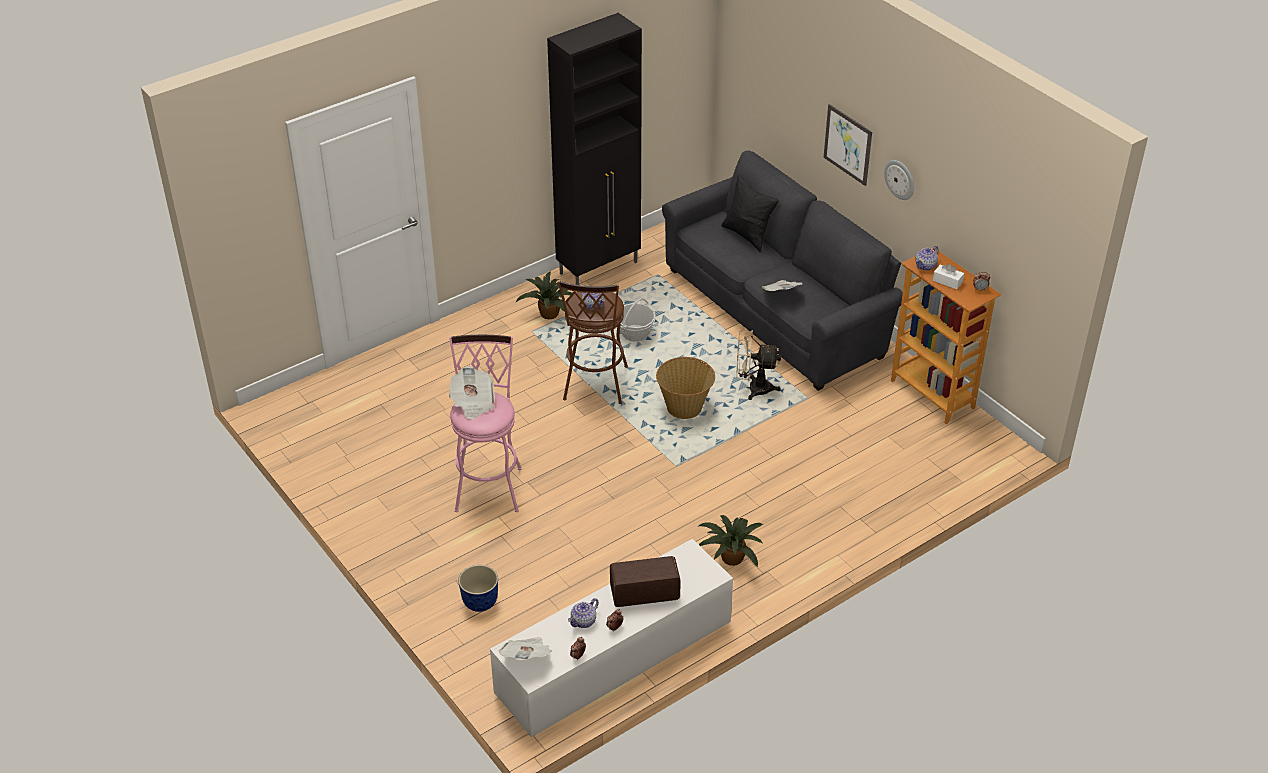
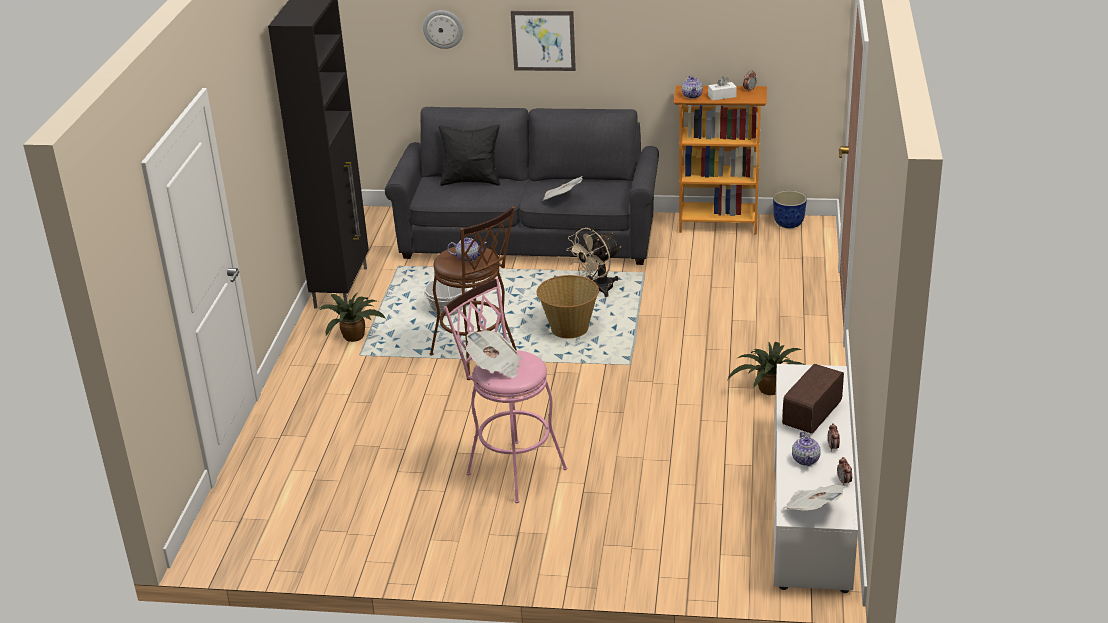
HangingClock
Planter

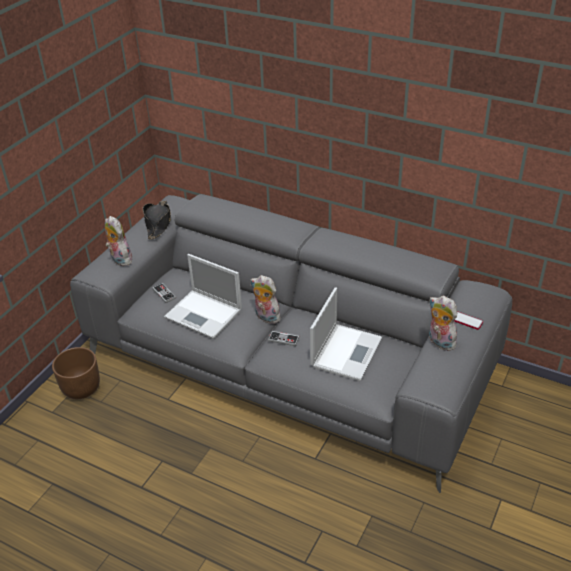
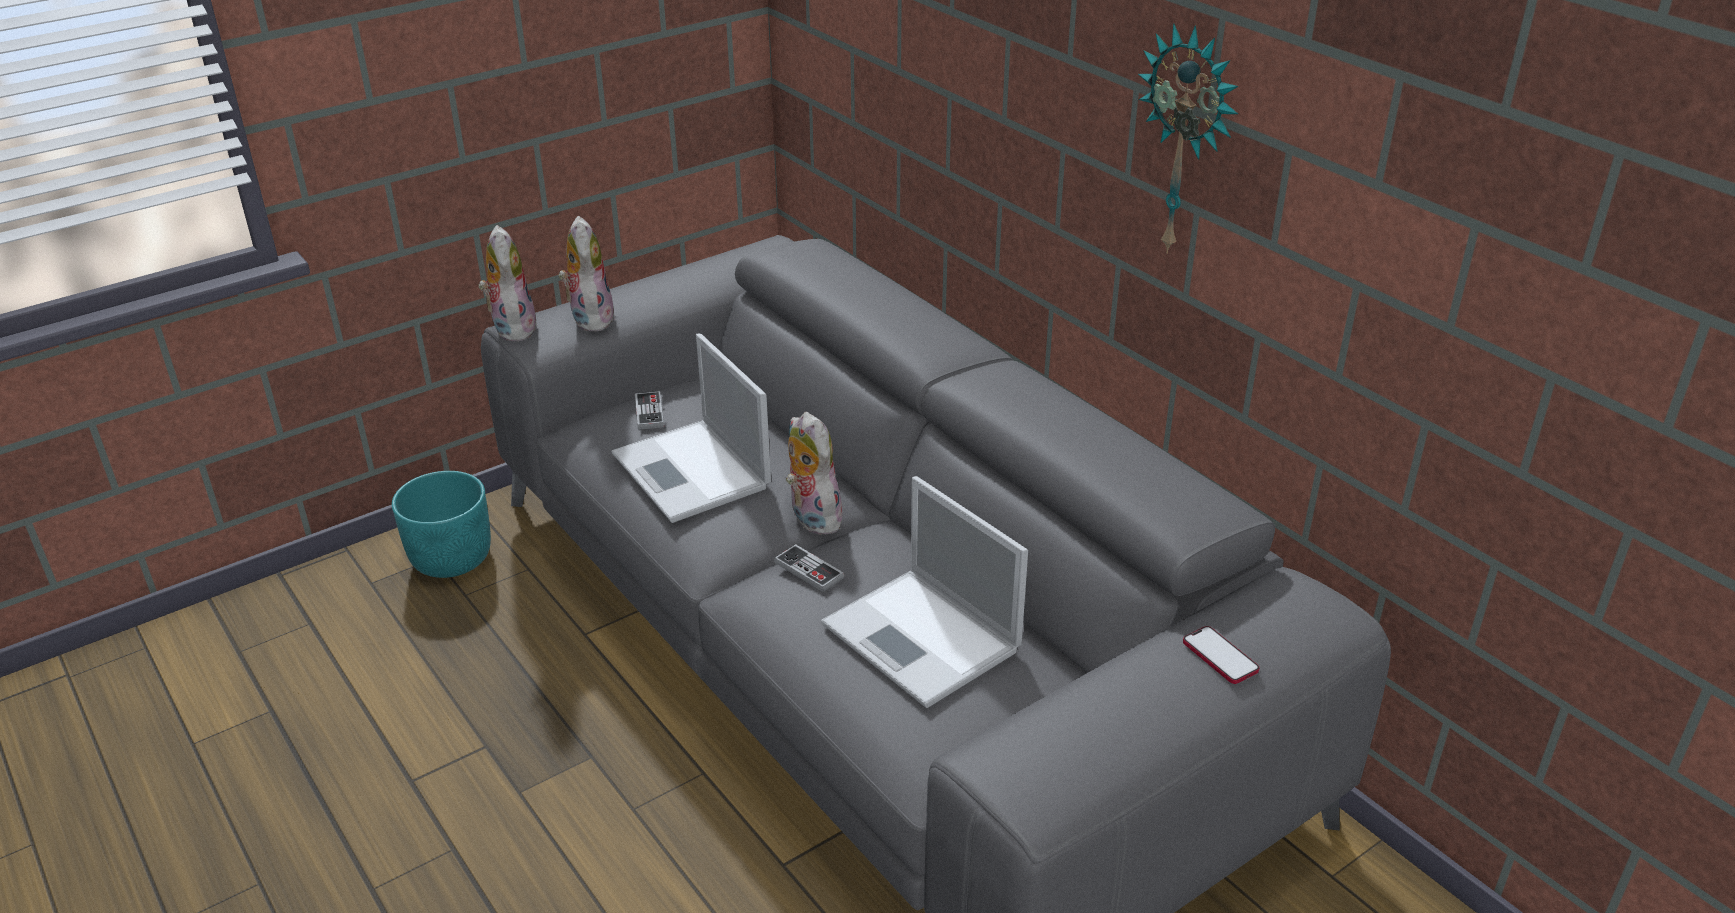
BlackHat
PortableComputer (no. 2 from left)
SoftToy (no. 1 from left)
BlueGreenPlanter
HangingClock

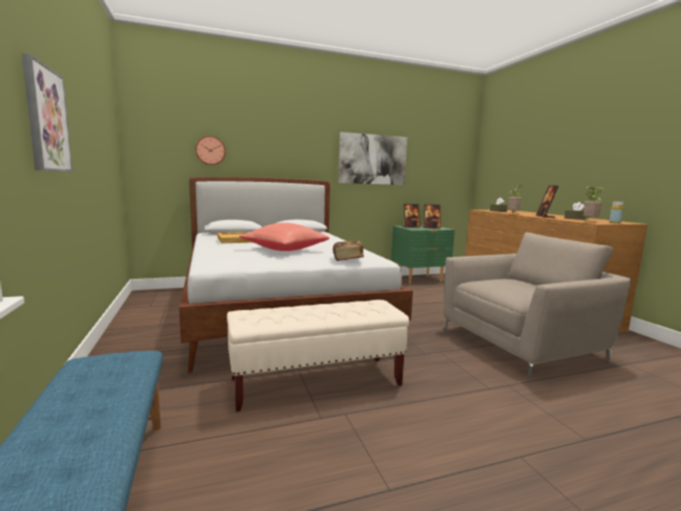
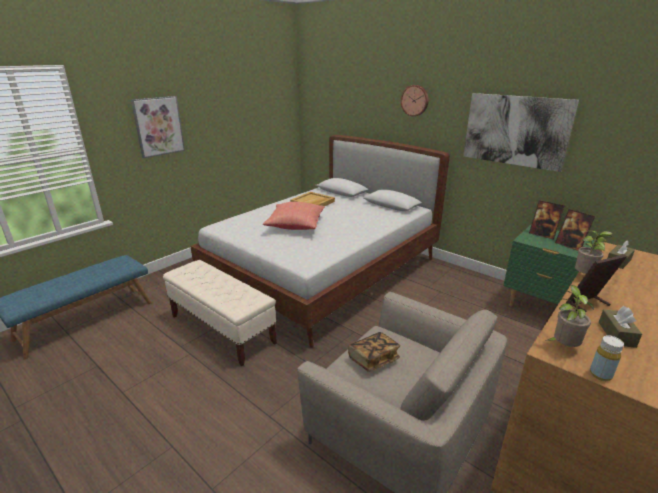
HangingClock
Book

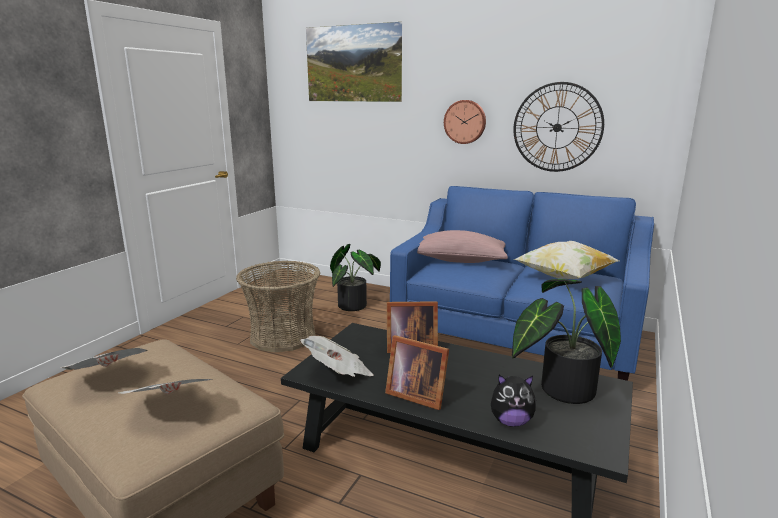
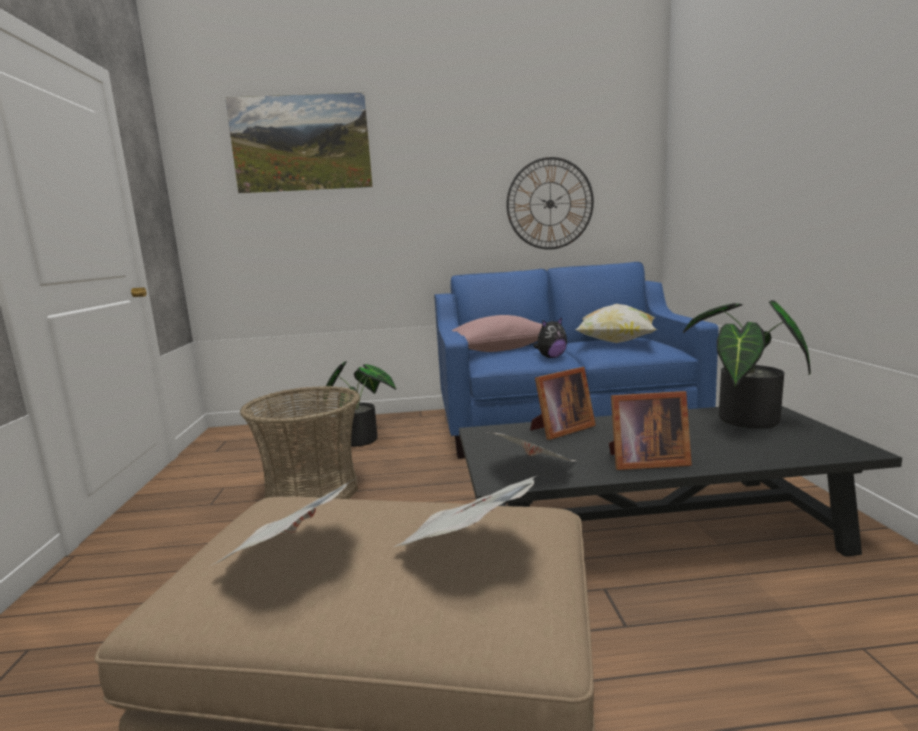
HangingClock (no. 1 from left in the first image)
SoftToy

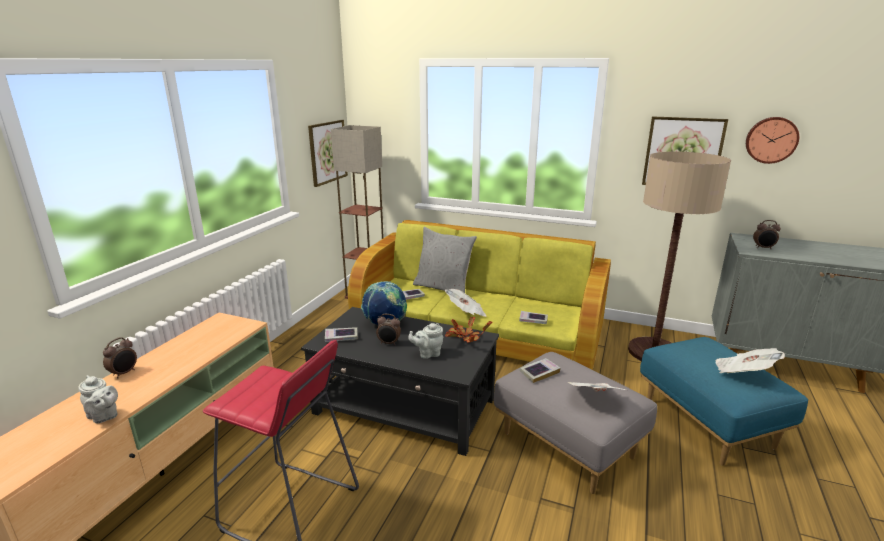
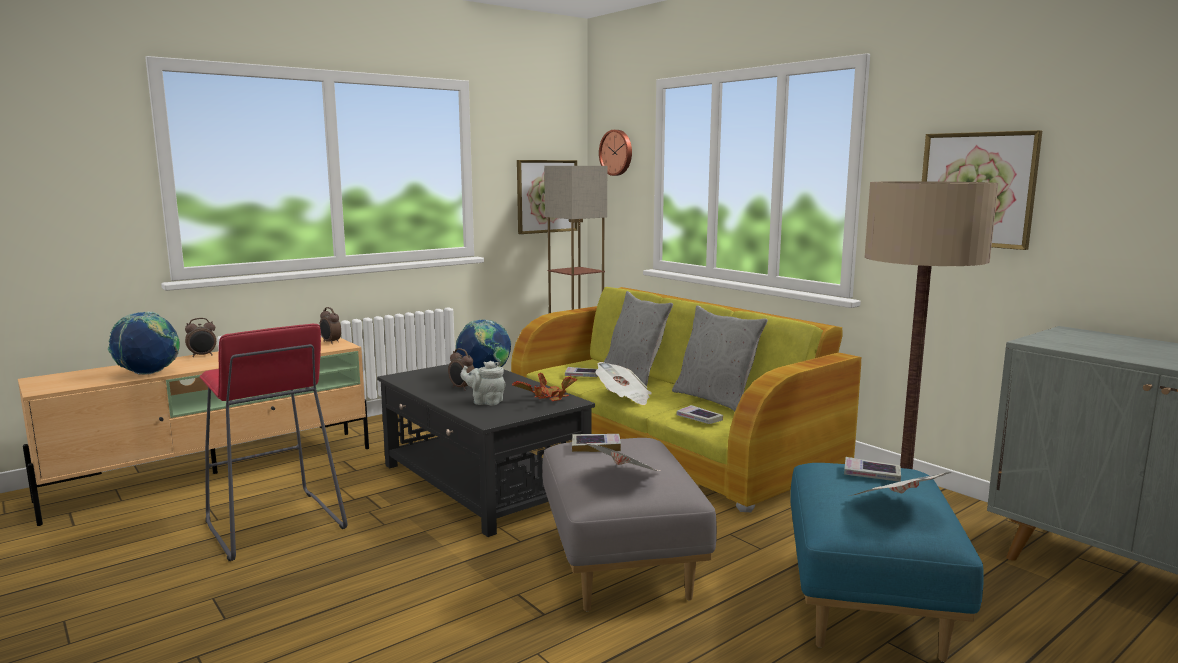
HangingClock
AlarmClock (no. 2 from left)
Book (no. 4 from left)
WorldGlobe (no. 1 from left)
GreyPillow (no. 2 from left)

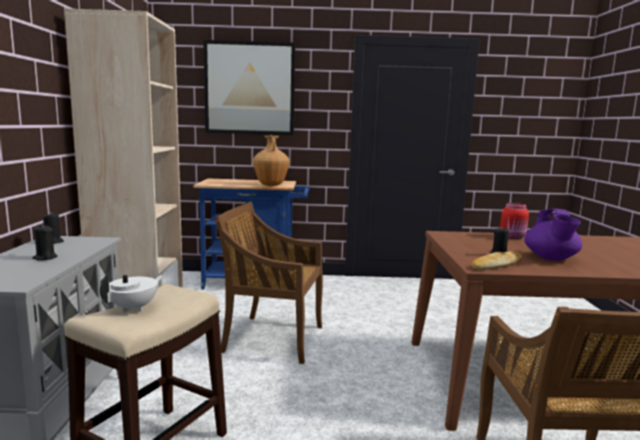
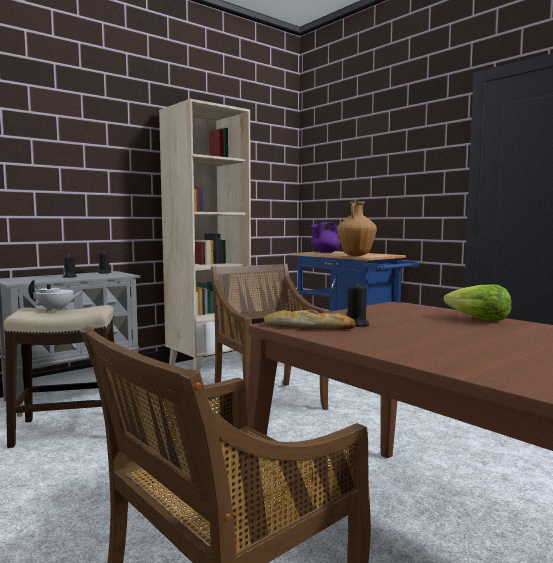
Picture
LettuceHead
PurplishTeaPot

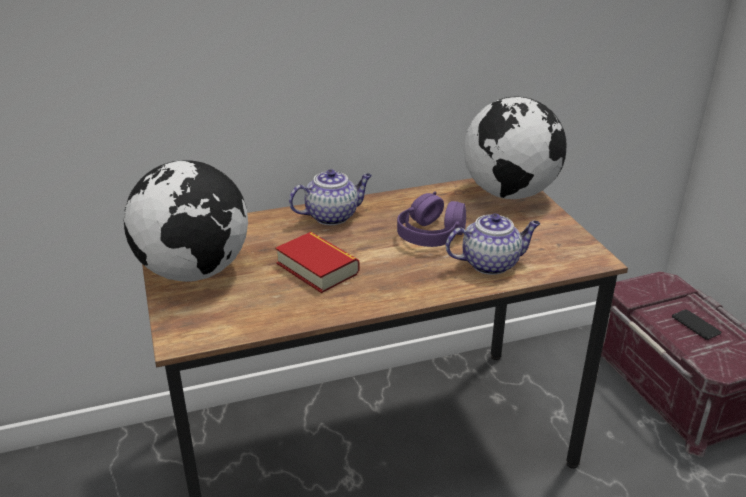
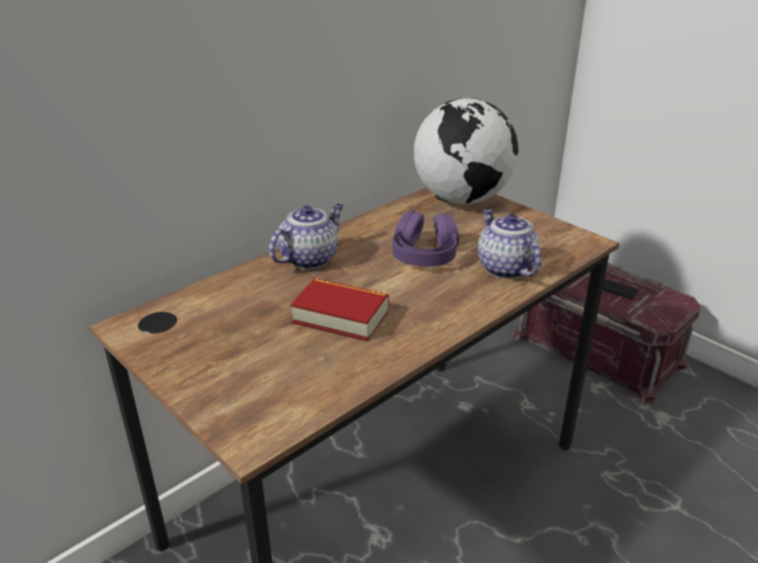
WorldGlobe (no. 1 from left in the first image)
TeaPot (no. 2 from left)

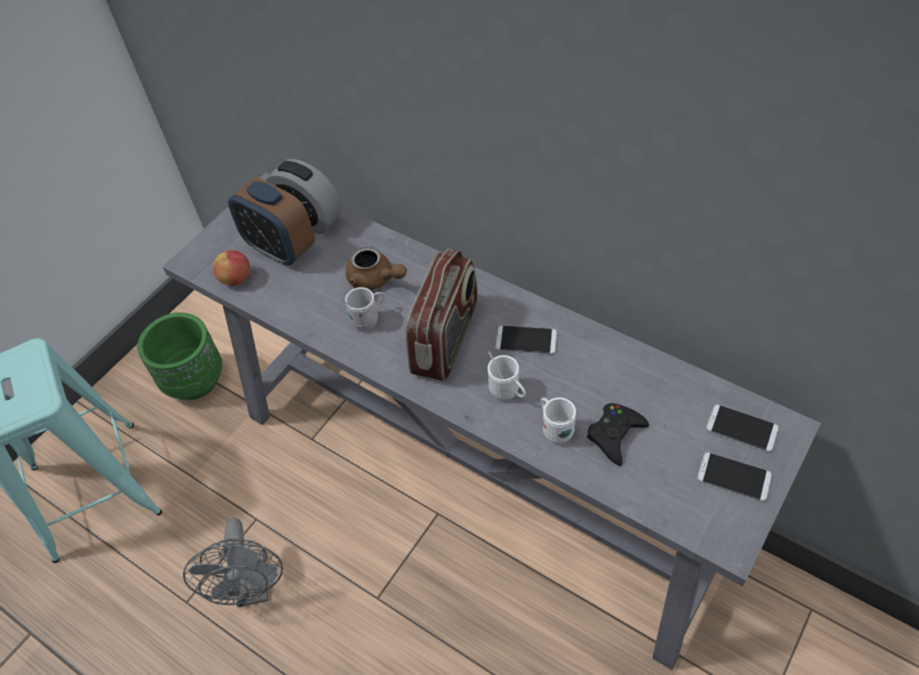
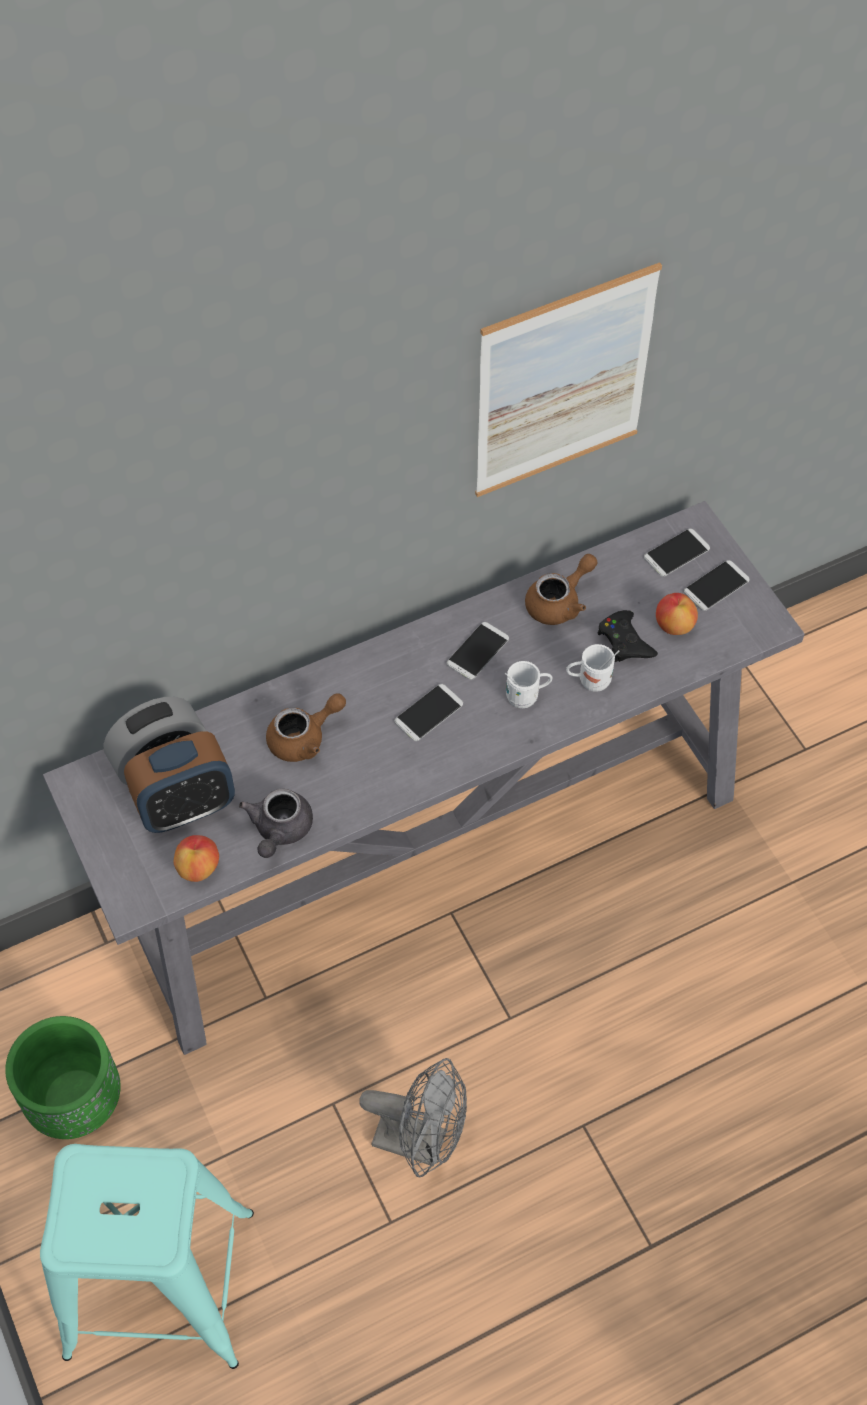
Handset (no. 1 from left)
WhiteCoffeeMug (no. 1 from left in the first image)
Picture
BrownishTeaPot (no. 2 from left)
WholeApple (no. 2 from left)
GreyTeaPot

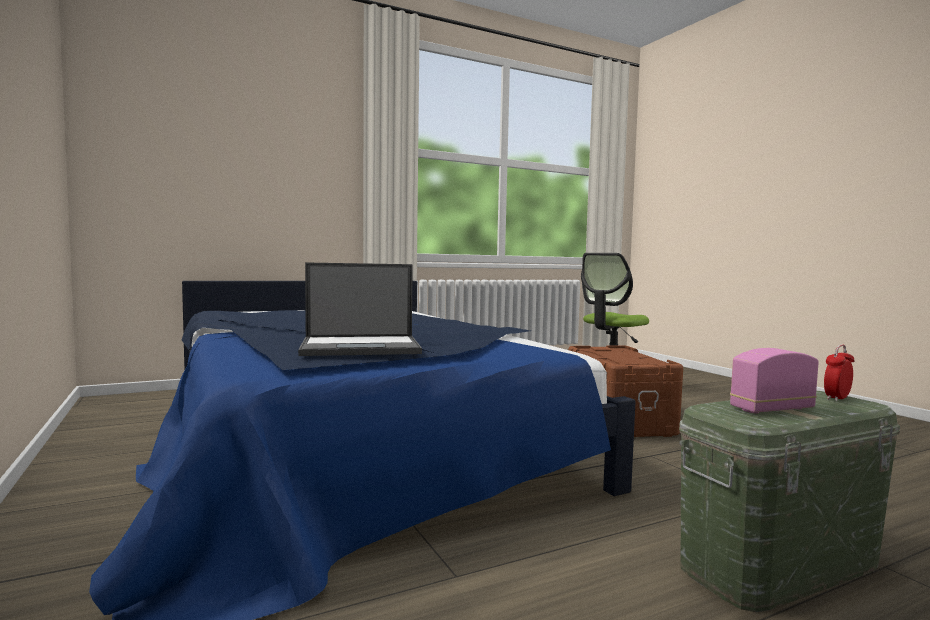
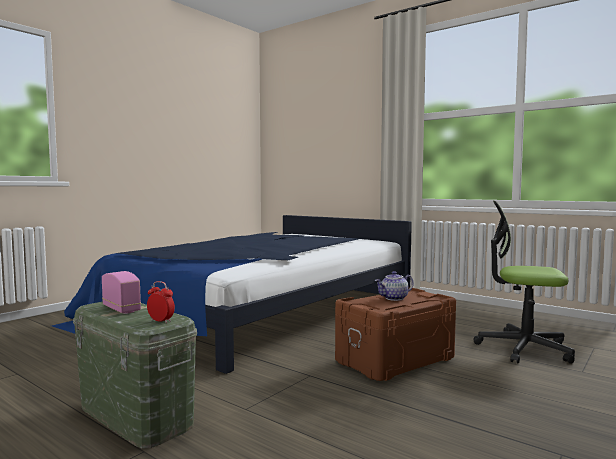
PortableComputer
TeaPot

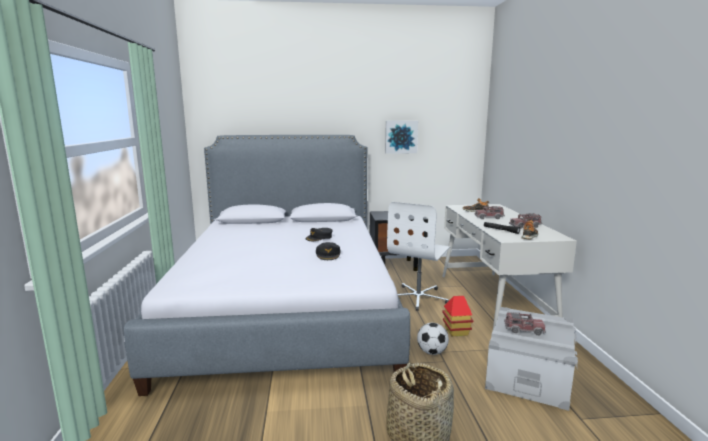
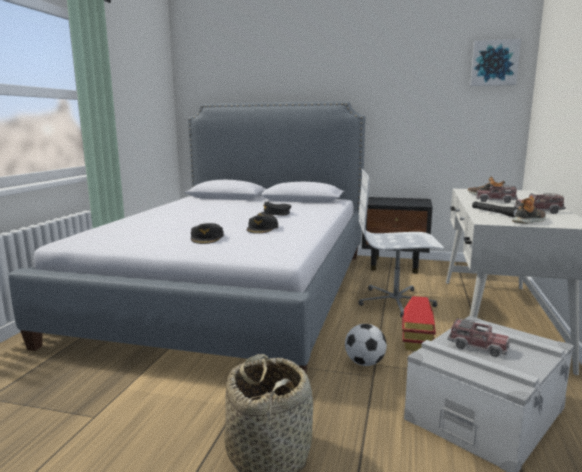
Picture
WhiteOfficeChair
BlackPeakedCap (no. 1 from left)

